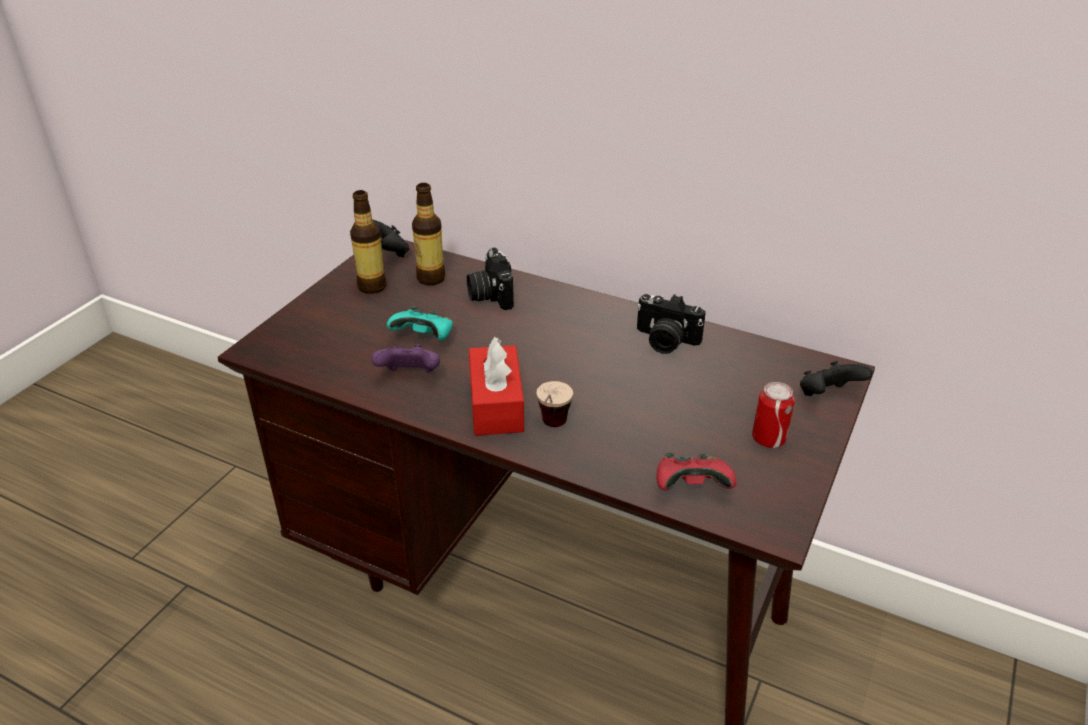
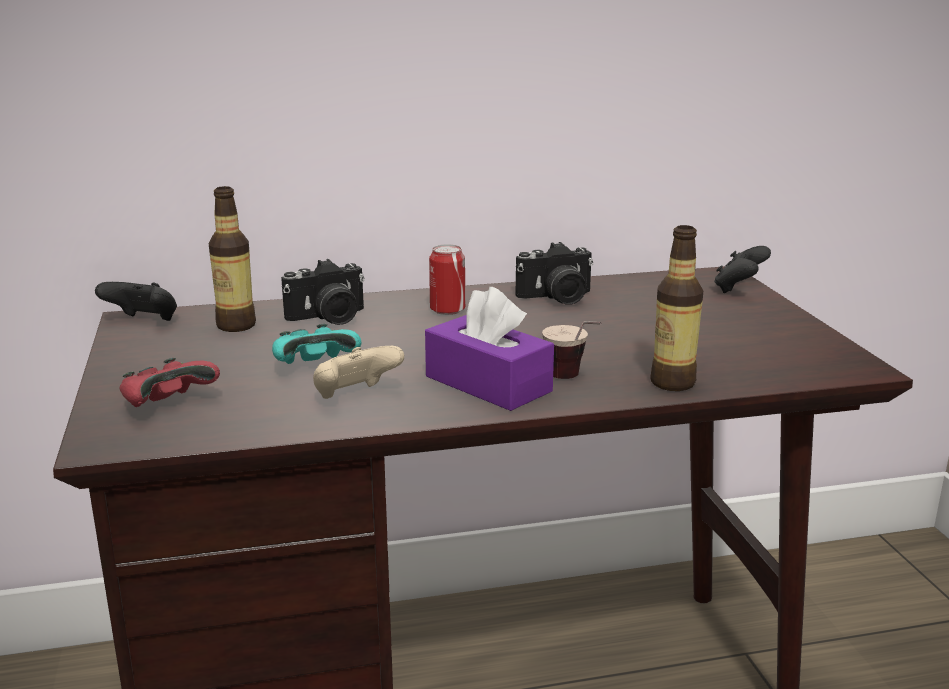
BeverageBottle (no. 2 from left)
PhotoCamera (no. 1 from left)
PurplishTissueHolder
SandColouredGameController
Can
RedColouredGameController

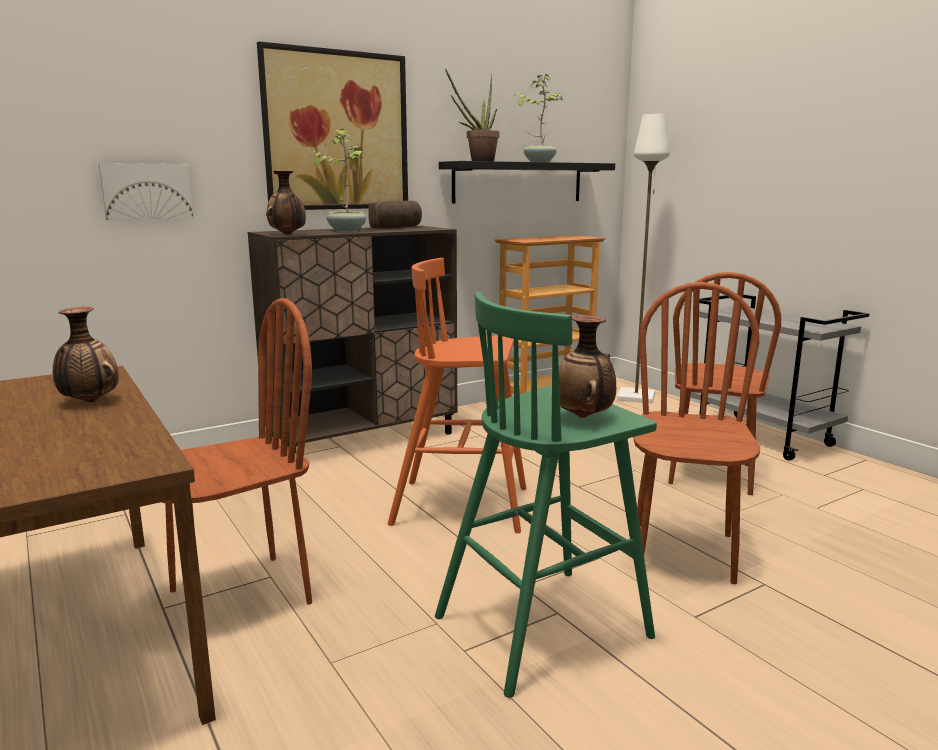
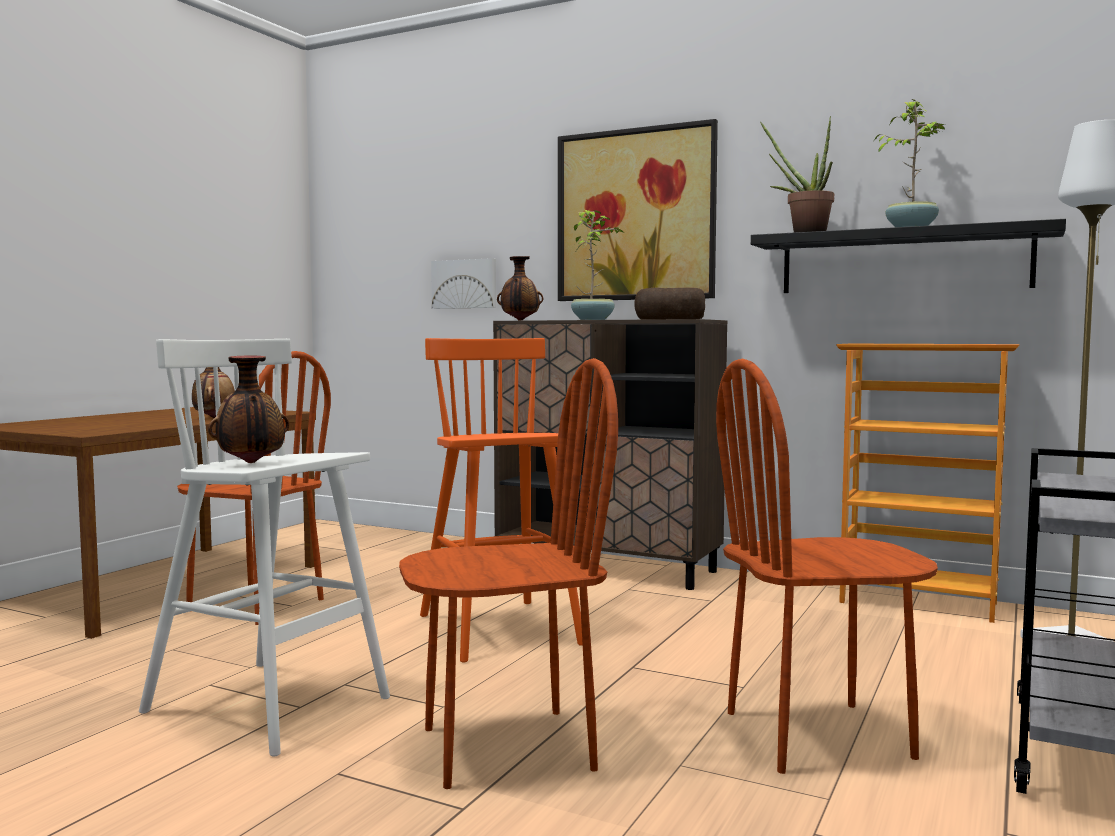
WhiteStool

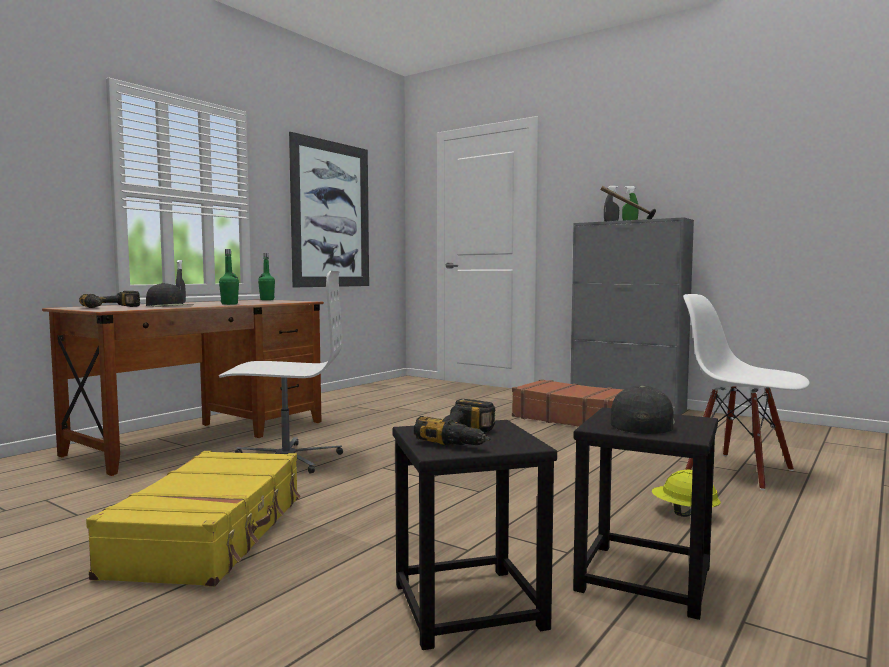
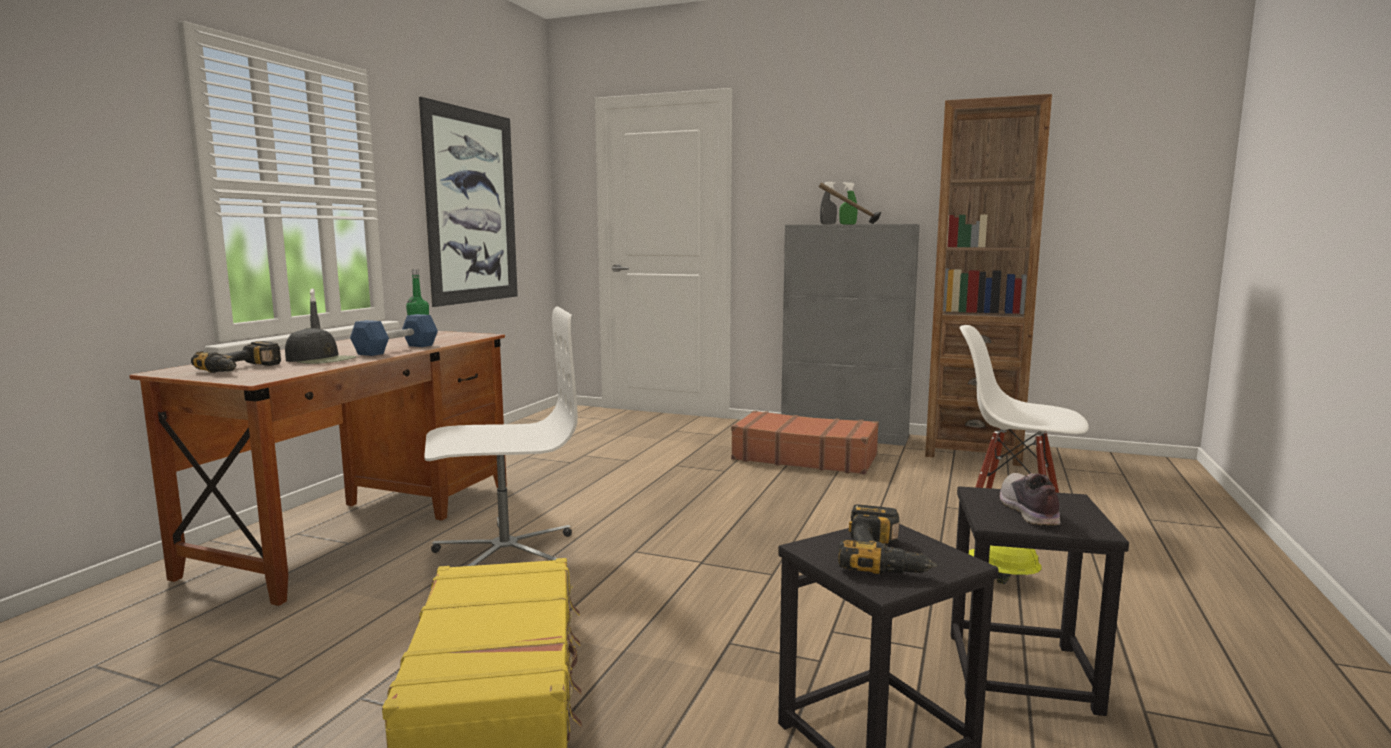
BluishHandWeight
ItemOfFootwear
BrownishShelvingUnit

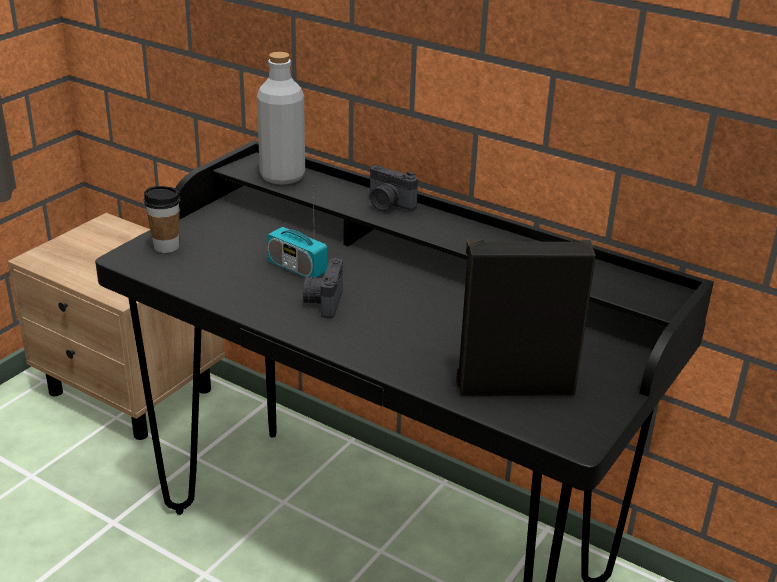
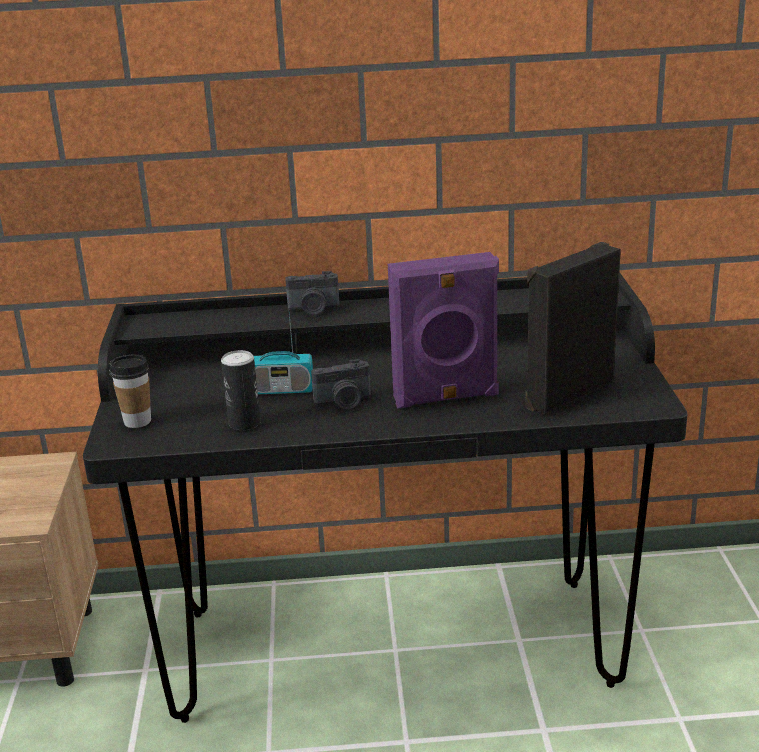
GreyBeverageBottle
PhotoCamera (no. 2 from left)
PurplishLoudspeaker
Can

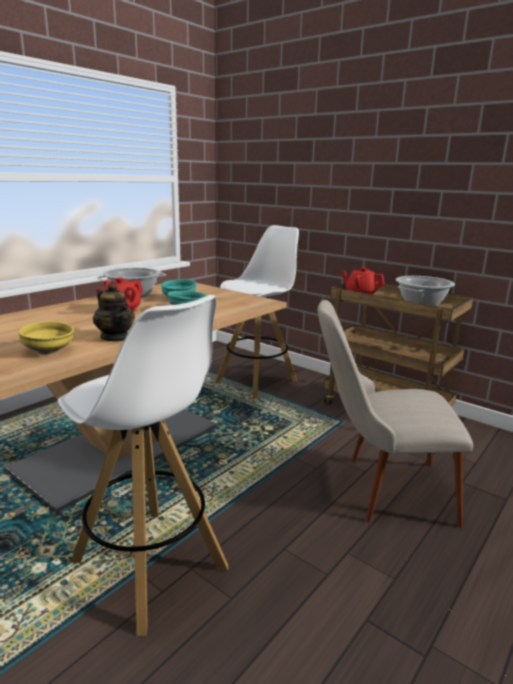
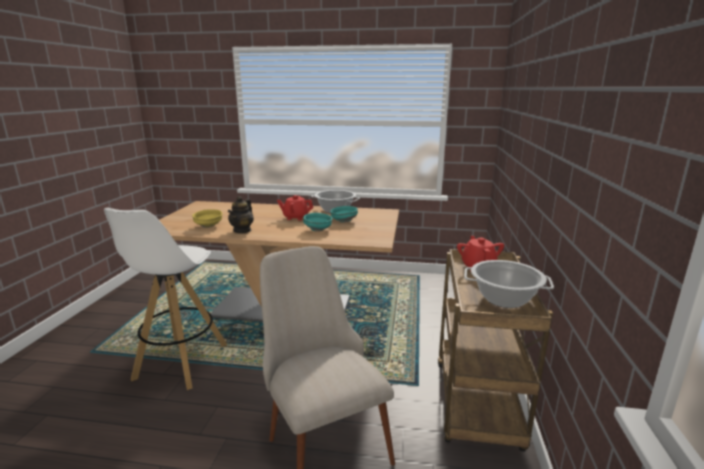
WhiteStool (no. 2 from left in the first image)

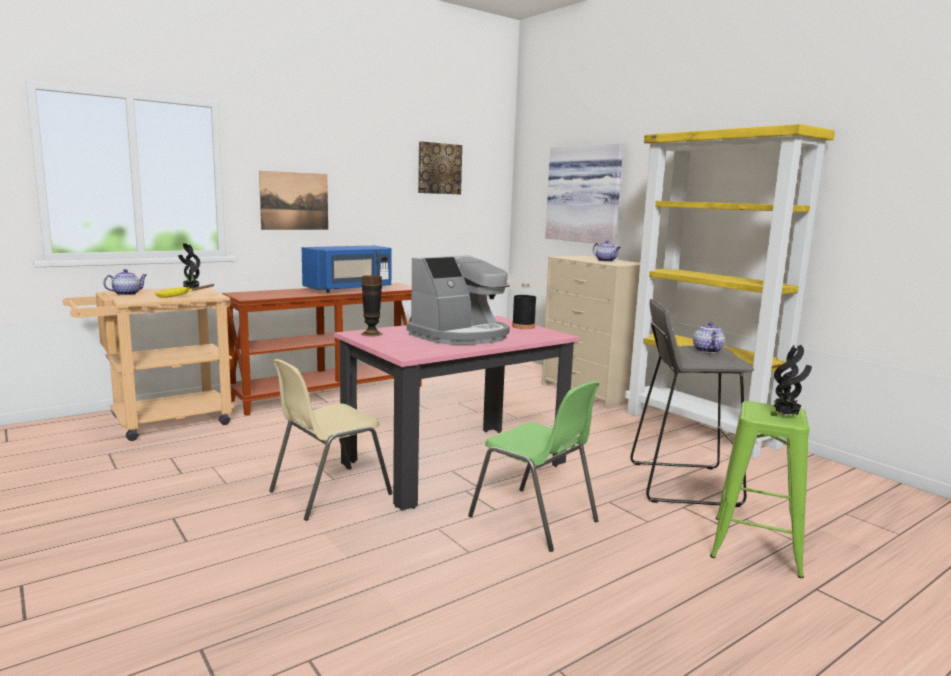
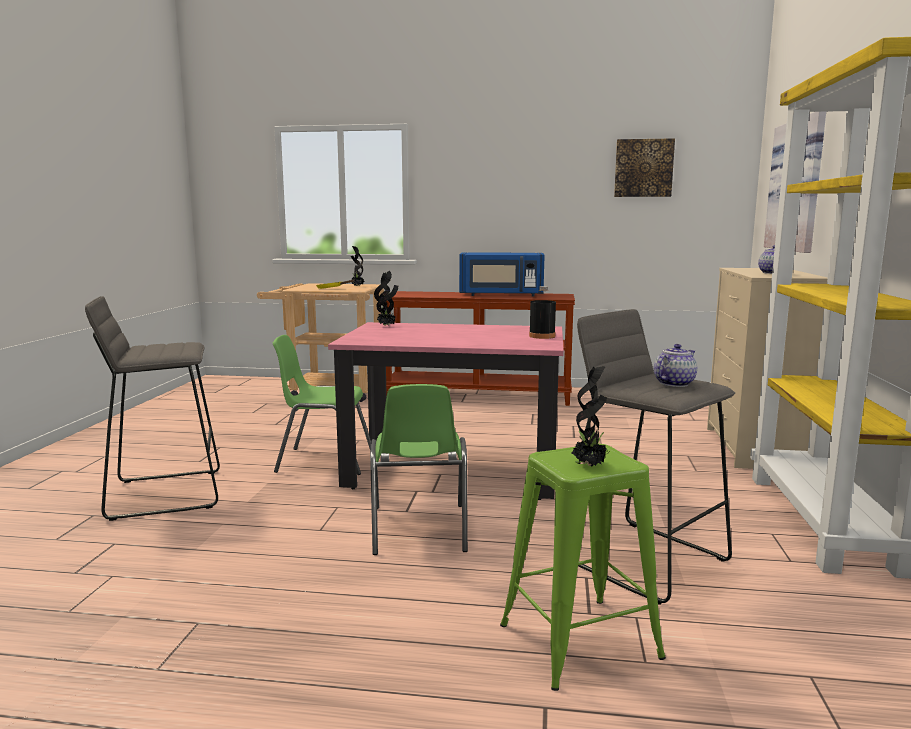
Picture (no. 1 from left in the first image)
CoffeeMaker
TeaPot (no. 1 from left in the first image)
Houseplant (no. 2 from left)
GreenColouredChair (no. 1 from left)
GreyStool (no. 1 from left)

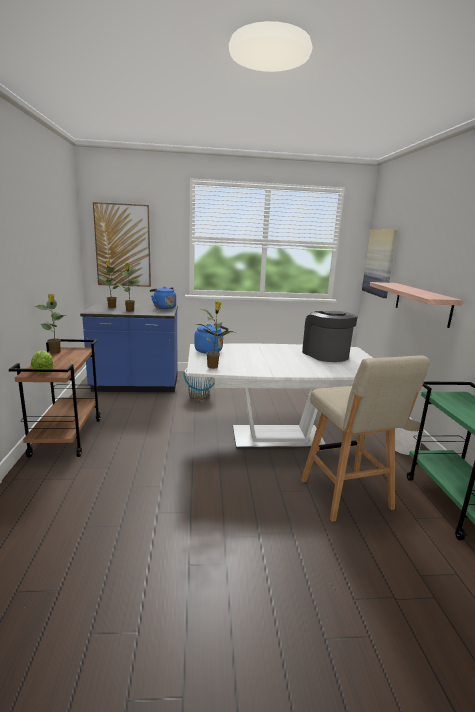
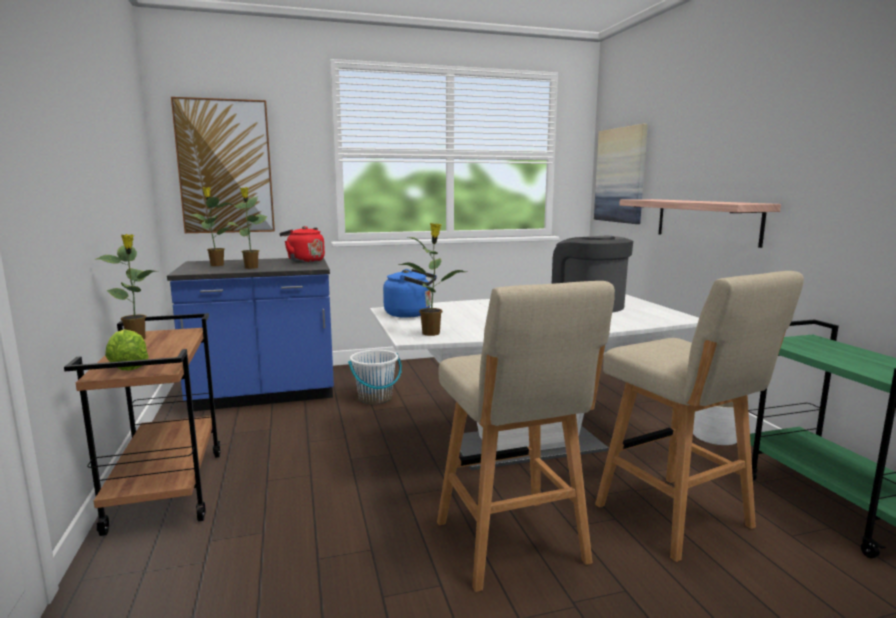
RedColouredKettle
SandColouredStool (no. 1 from left)

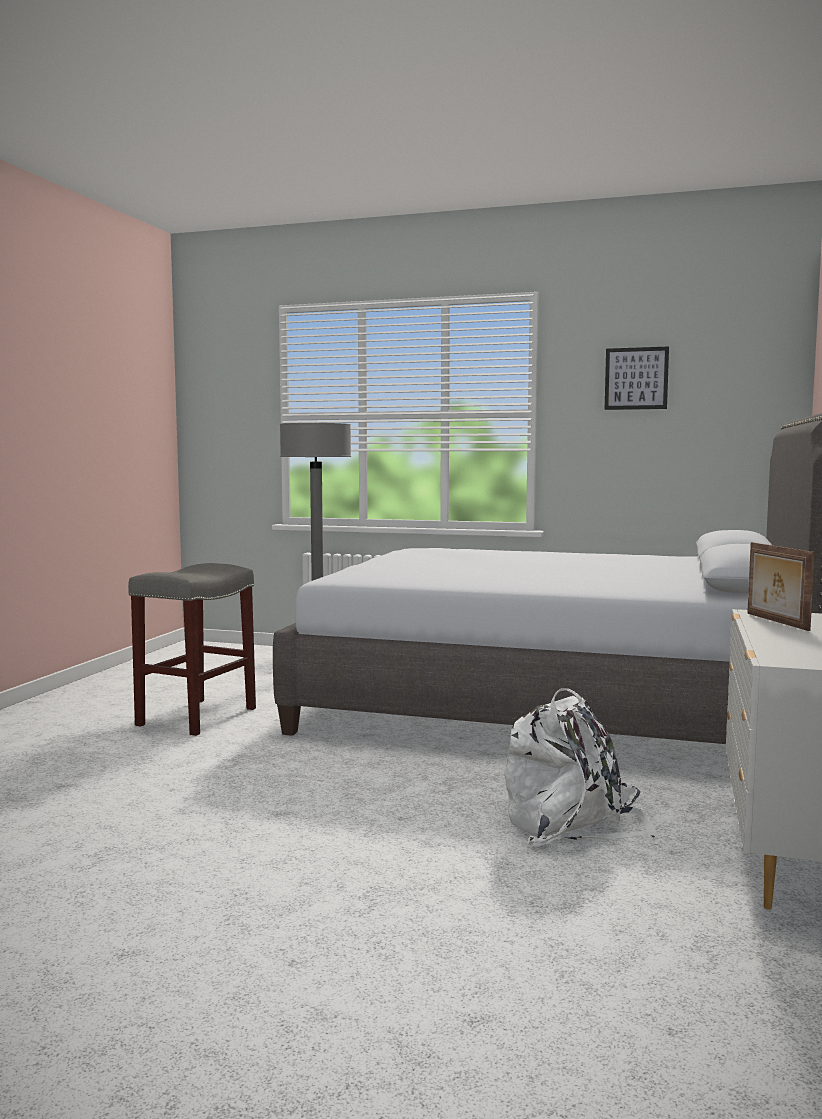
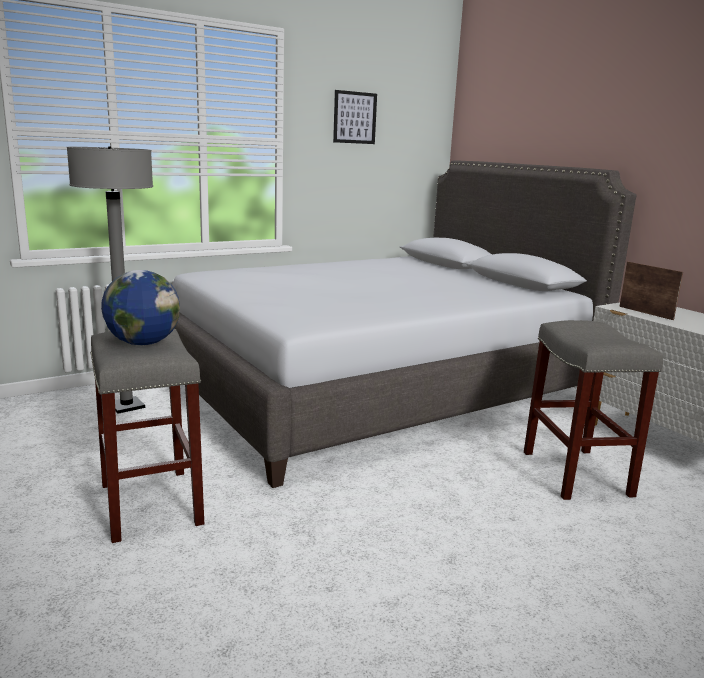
PhotoFrame
GreyStool (no. 2 from left)
WorldGlobe

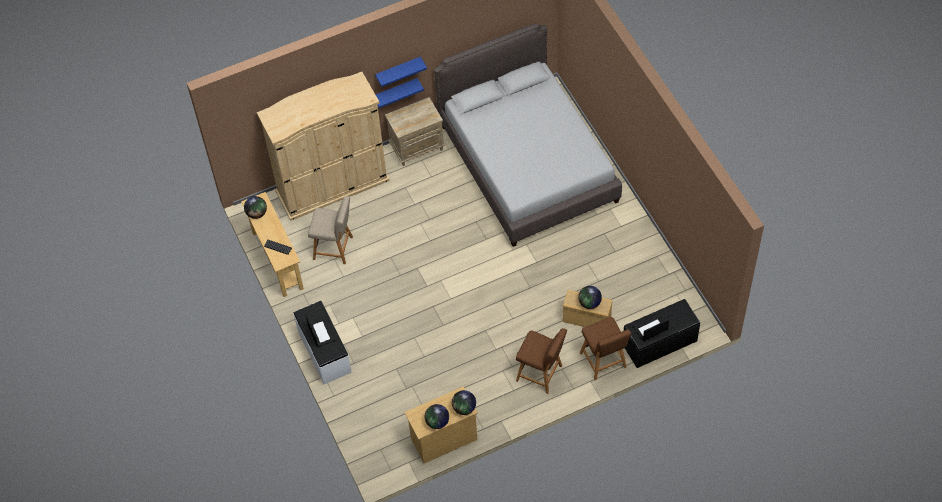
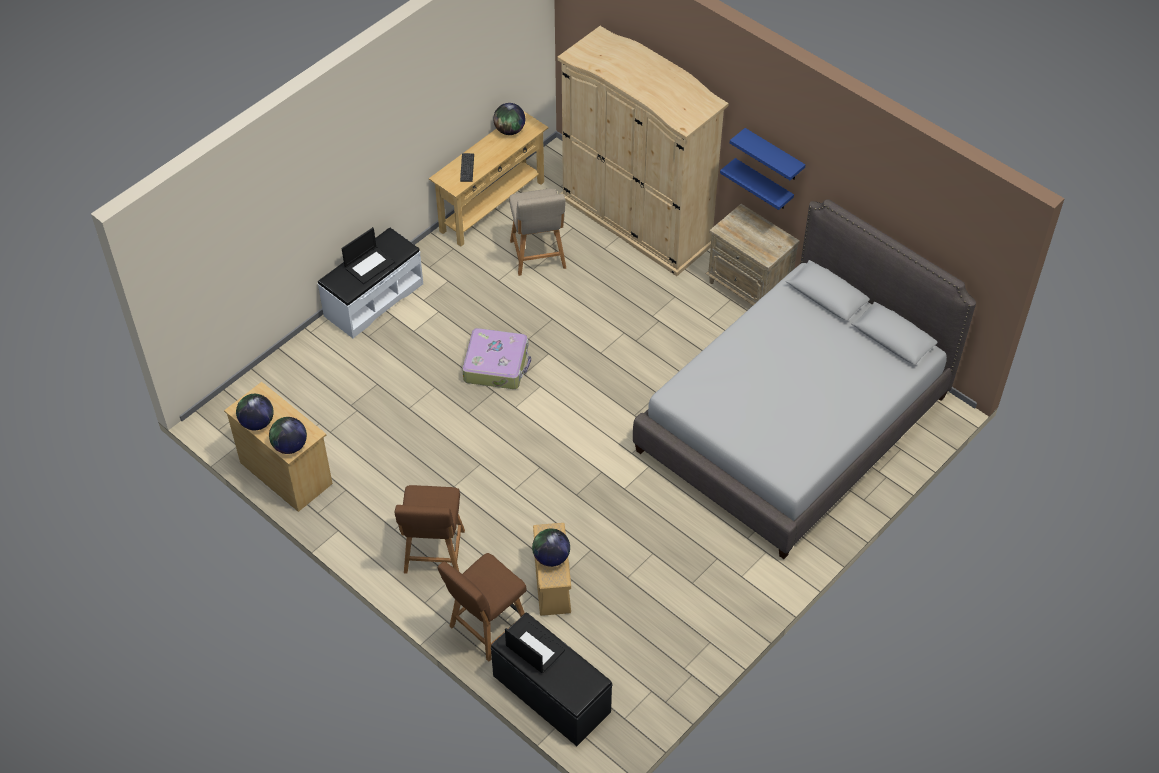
TravelCase

